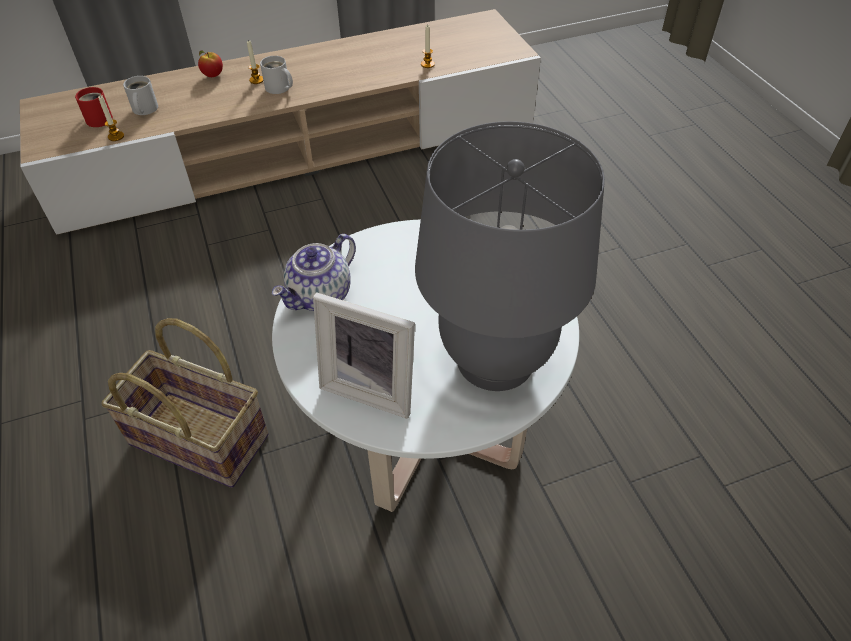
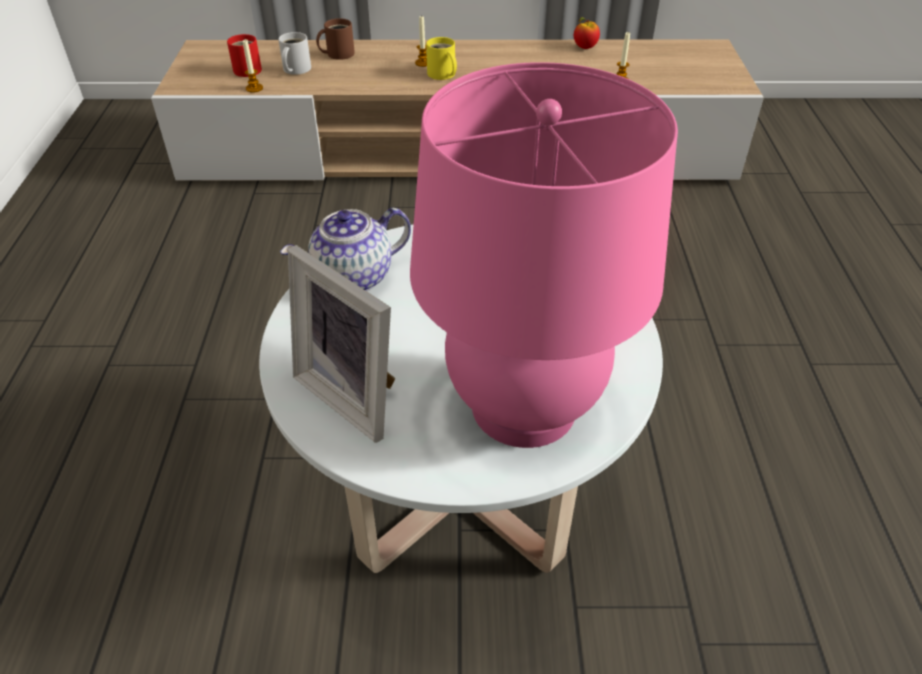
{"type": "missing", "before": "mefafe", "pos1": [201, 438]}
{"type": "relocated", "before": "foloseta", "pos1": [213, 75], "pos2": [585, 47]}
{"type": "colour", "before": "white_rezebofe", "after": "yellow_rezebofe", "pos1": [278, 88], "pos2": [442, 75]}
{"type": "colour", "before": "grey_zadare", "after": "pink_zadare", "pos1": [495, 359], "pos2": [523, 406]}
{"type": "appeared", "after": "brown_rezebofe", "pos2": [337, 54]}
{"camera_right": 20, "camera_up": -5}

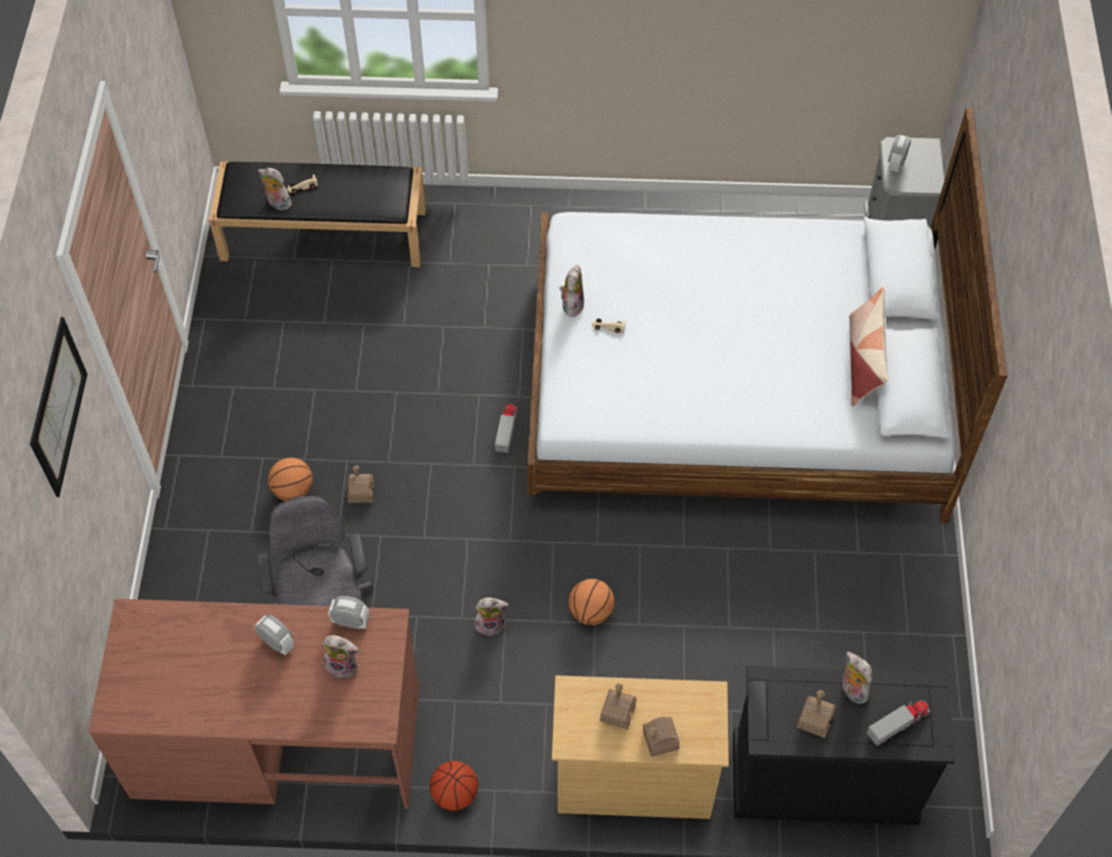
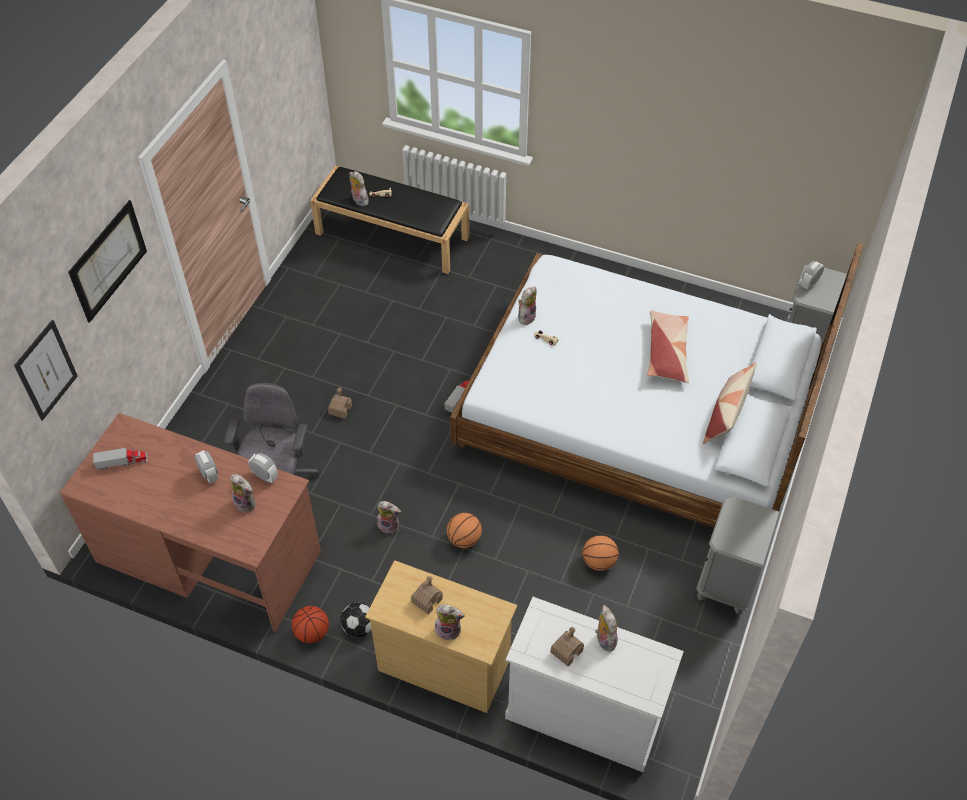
{"type": "relocated", "before": "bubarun", "pos1": [293, 490], "pos2": [598, 561]}
{"type": "exchanged", "before": "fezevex", "after": "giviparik", "pos1": [660, 740], "pos2": [449, 629]}
{"type": "colour", "before": "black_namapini", "after": "white_namapini", "pos1": [823, 778], "pos2": [584, 713]}
{"type": "relocated", "before": "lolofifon", "pos1": [898, 724], "pos2": [122, 462]}
{"type": "appeared", "after": "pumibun", "pos2": [46, 370]}
{"type": "appeared", "after": "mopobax", "pos2": [358, 627]}
{"type": "appeared", "after": "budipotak", "pos2": [667, 352]}
{"type": "appeared", "after": "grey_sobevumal", "pos2": [727, 582]}
{"camera_right": 20, "camera_up": -5}

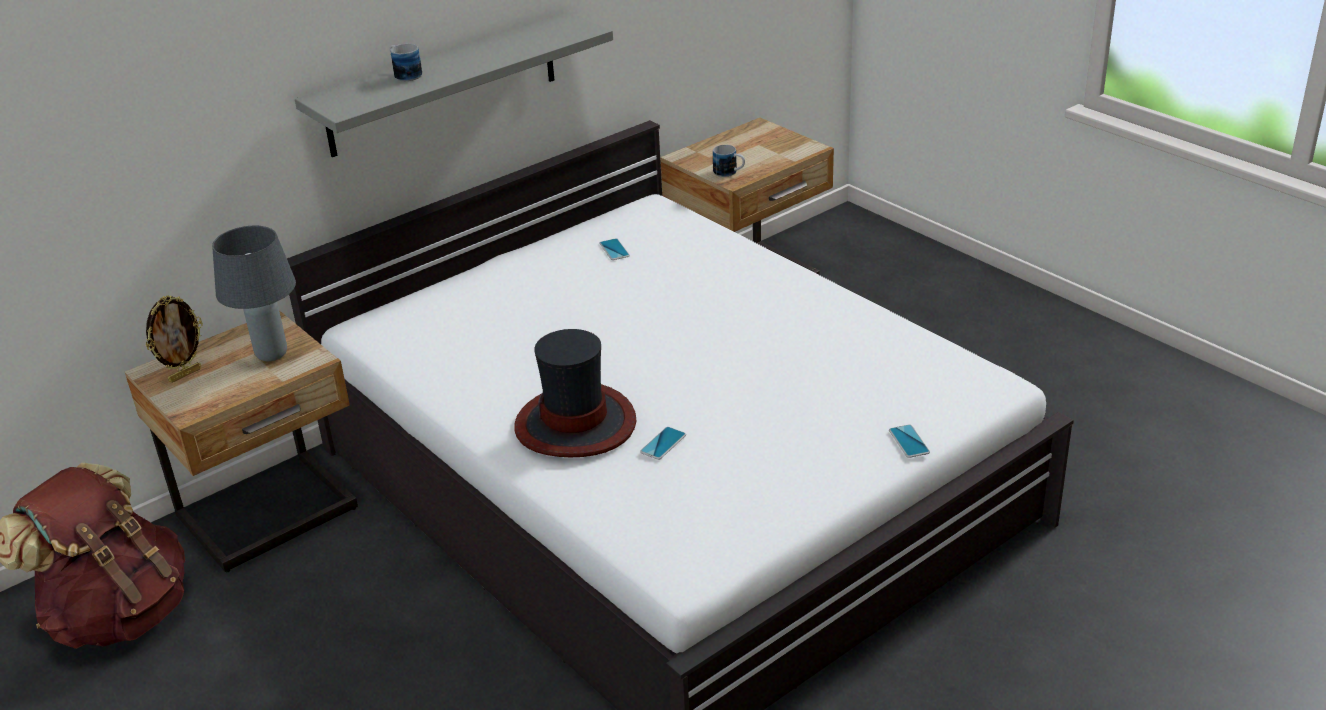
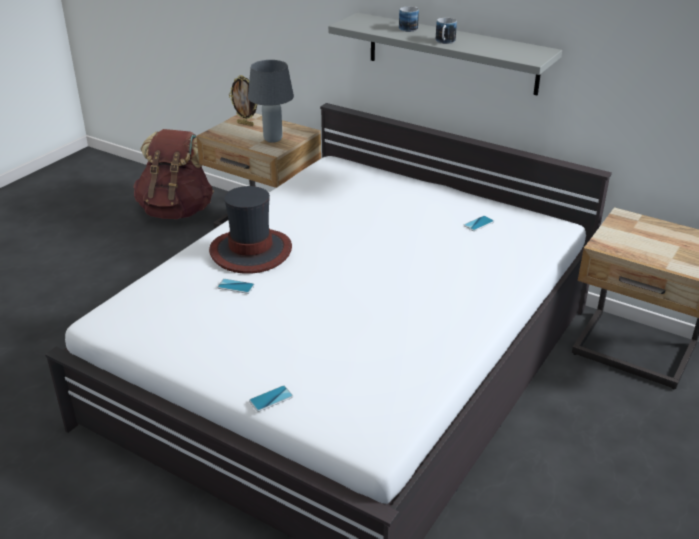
{"type": "relocated", "before": "rezebofe", "pos1": [729, 173], "pos2": [444, 42]}
{"camera_right": 70, "camera_up": 0}

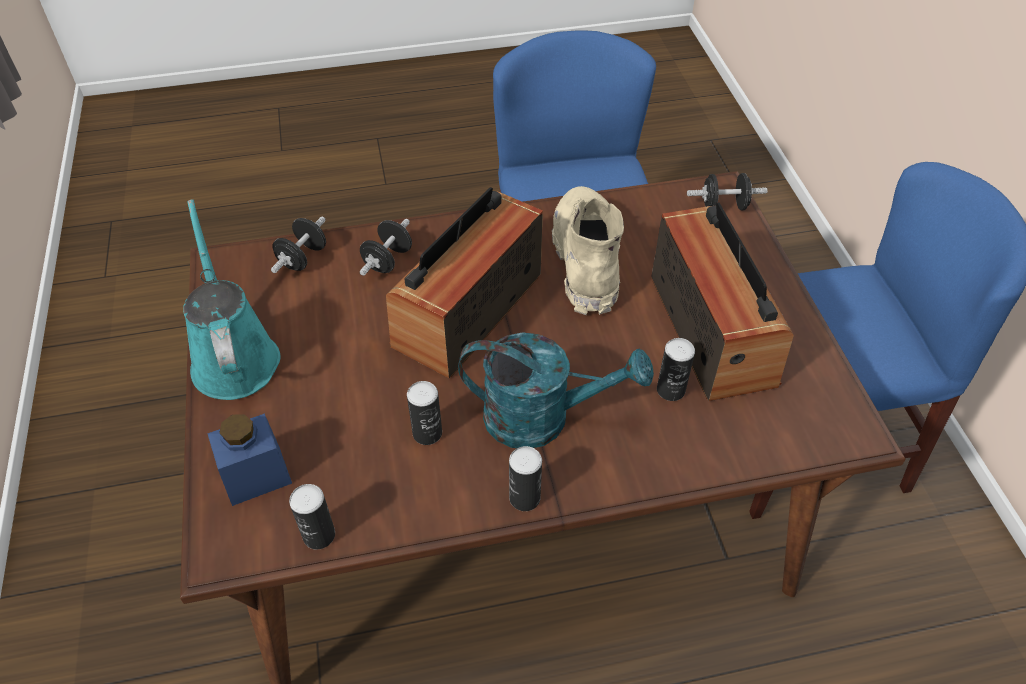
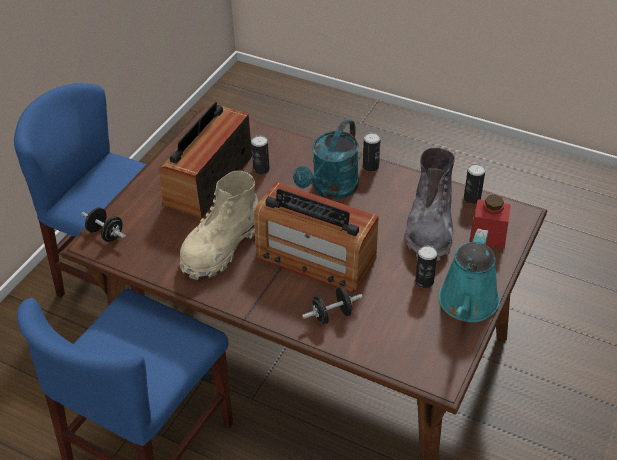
{"type": "colour", "before": "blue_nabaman", "after": "red_nabaman", "pos1": [256, 475], "pos2": [488, 236]}
{"type": "missing", "before": "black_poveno", "pos1": [303, 258]}
{"type": "spun", "before": "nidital", "pos1": [467, 310], "pos2": [315, 257], "turn": 45}
{"type": "relocated", "before": "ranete", "pos1": [427, 433], "pos2": [424, 281]}
{"type": "spun", "before": "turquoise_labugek", "pos1": [542, 417], "pos2": [331, 189], "turn": -105}
{"type": "appeared", "after": "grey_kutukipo", "pos2": [430, 226]}
{"camera_right": -140, "camera_up": -5}

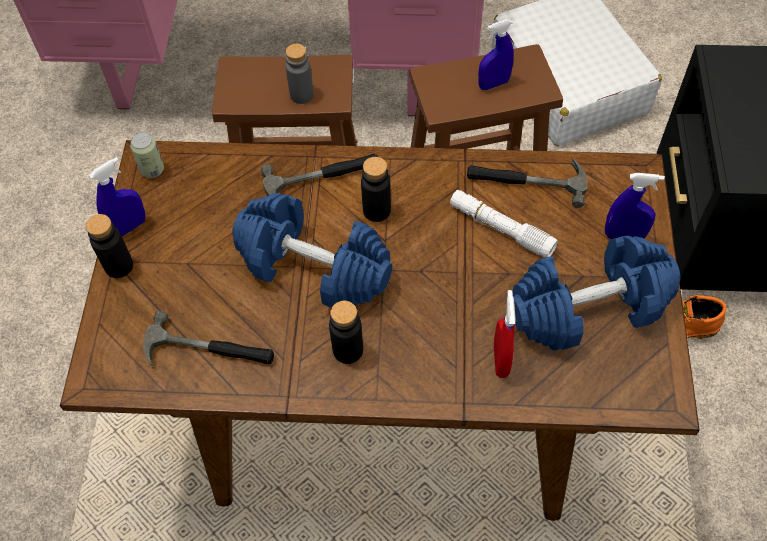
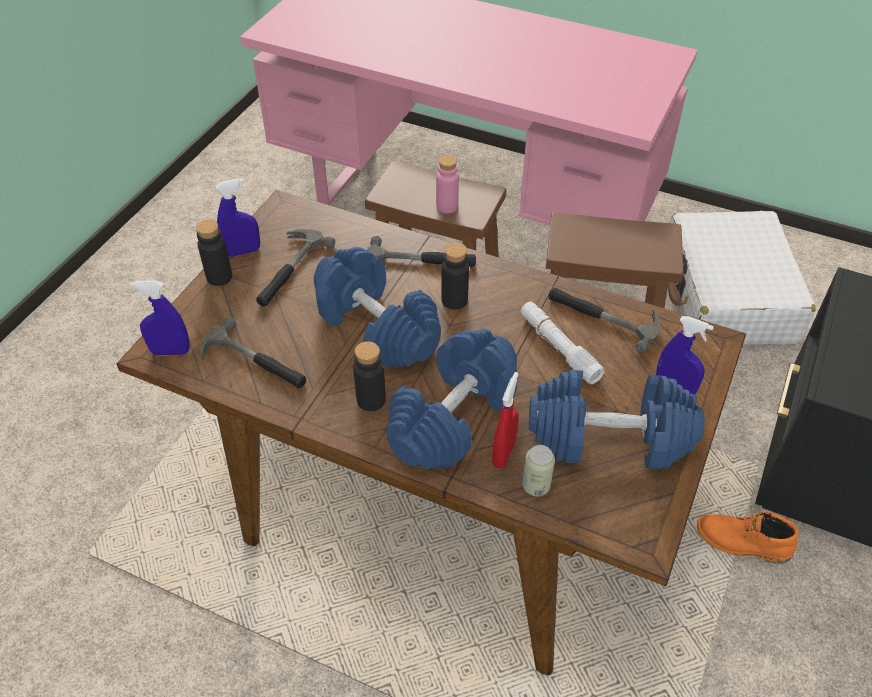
{"type": "relocated", "before": "ranete", "pos1": [152, 170], "pos2": [536, 486]}
{"type": "colour", "before": "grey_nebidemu", "after": "pink_nebidemu", "pos1": [301, 95], "pos2": [447, 206]}
{"type": "relocated", "before": "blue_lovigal", "pos1": [493, 84], "pos2": [170, 351]}
{"type": "appeared", "after": "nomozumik", "pos2": [288, 270]}
{"type": "appeared", "after": "blue_poveno", "pos2": [453, 416]}
{"camera_right": 20, "camera_up": -10}

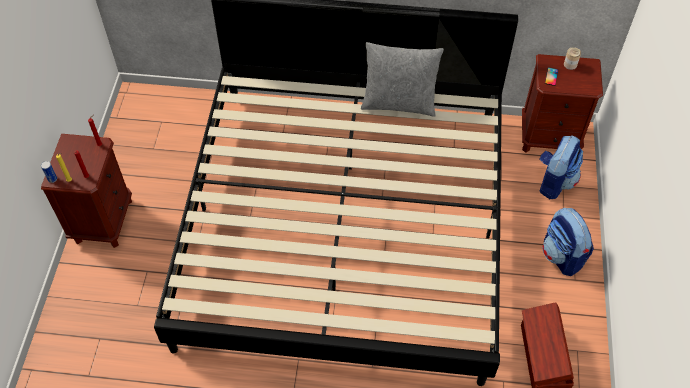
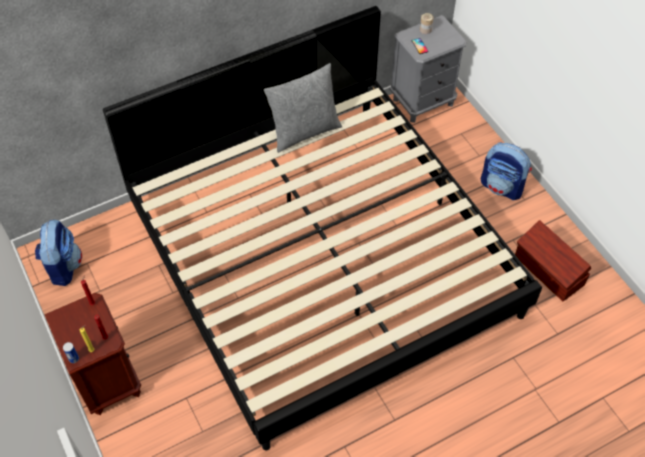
{"type": "colour", "before": "brown_sobevumal", "after": "grey_sobevumal", "pos1": [549, 138], "pos2": [423, 101]}
{"type": "relocated", "before": "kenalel", "pos1": [554, 181], "pos2": [63, 266]}
{"camera_right": -35, "camera_up": 0}

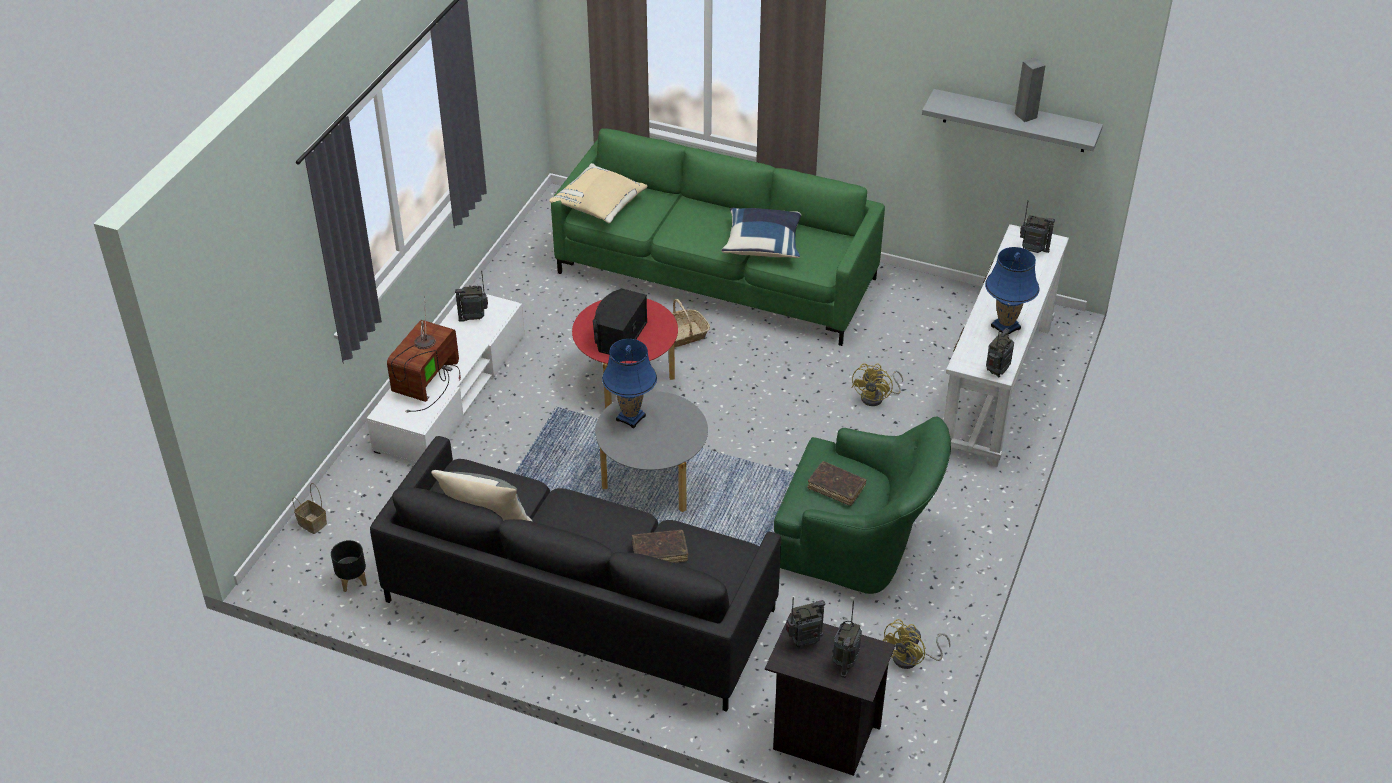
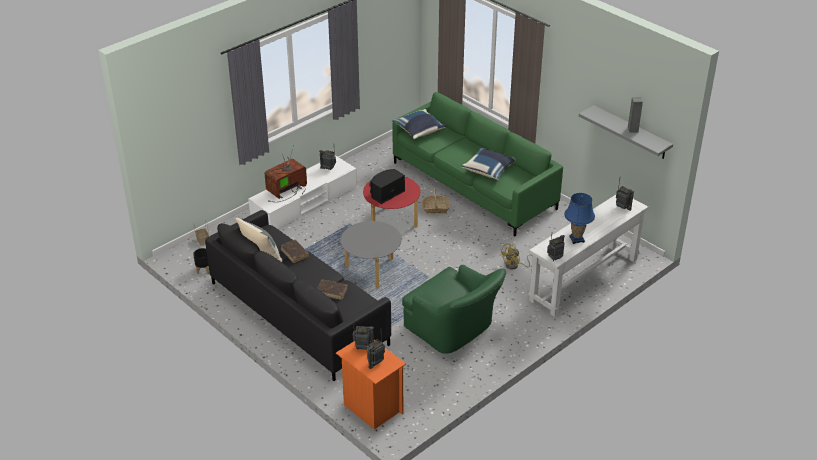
{"type": "colour", "before": "beige_budipotak", "after": "blue_budipotak", "pos1": [600, 206], "pos2": [419, 131]}
{"type": "missing", "before": "blue_zadare", "pos1": [630, 418]}
{"type": "colour", "before": "black_sobevumal", "after": "orange_sobevumal", "pos1": [822, 737], "pos2": [371, 408]}
{"type": "relocated", "before": "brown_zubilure", "pos1": [836, 487], "pos2": [294, 253]}
{"type": "missing", "before": "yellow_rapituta", "pos1": [912, 659]}
{"camera_right": 25, "camera_up": -5}

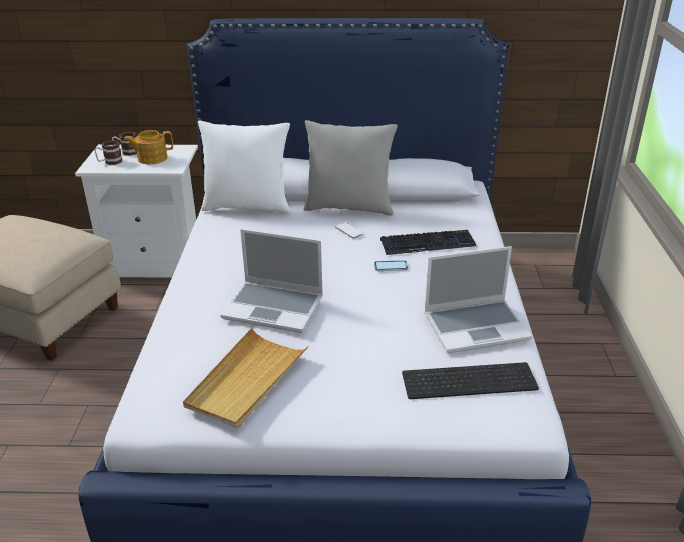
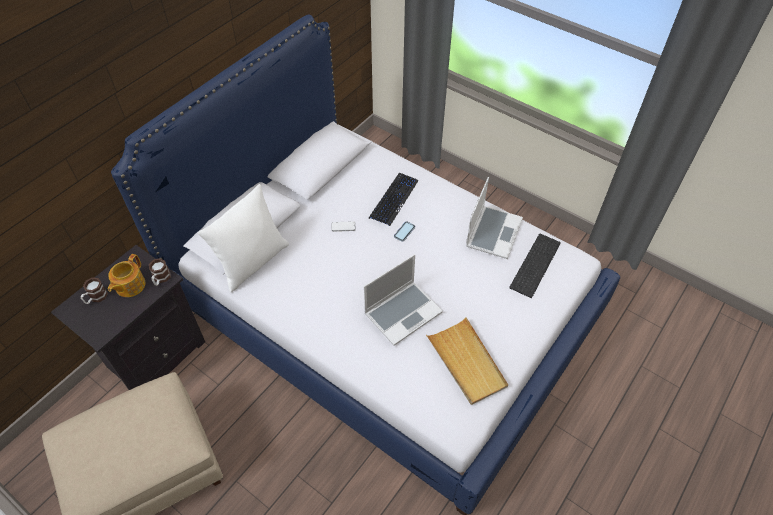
{"type": "colour", "before": "white_sobevumal", "after": "black_sobevumal", "pos1": [158, 264], "pos2": [154, 355]}
{"type": "relocated", "before": "rezebofe", "pos1": [110, 162], "pos2": [161, 279]}
{"type": "missing", "before": "grey_budipotak", "pos1": [349, 207]}
{"camera_right": -55, "camera_up": 20}

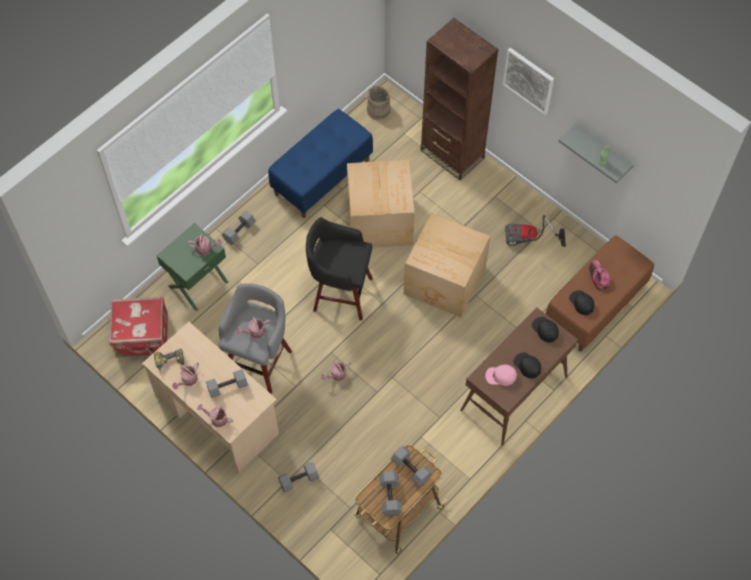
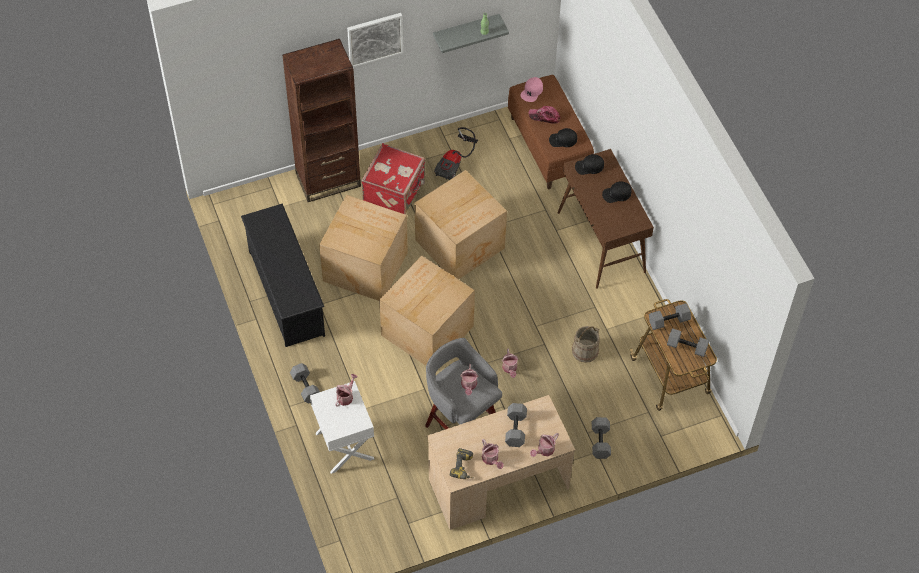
{"type": "relocated", "before": "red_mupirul", "pos1": [142, 337], "pos2": [395, 190]}
{"type": "colour", "before": "green_sobevumal", "after": "white_sobevumal", "pos1": [197, 283], "pos2": [344, 446]}
{"type": "exchanged", "before": "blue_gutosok", "after": "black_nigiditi", "pos1": [322, 176], "pos2": [286, 293]}
{"type": "exchanged", "before": "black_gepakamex", "after": "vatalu", "pos1": [340, 293], "pos2": [425, 330]}
{"type": "relocated", "before": "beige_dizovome", "pos1": [378, 110], "pos2": [585, 351]}
{"type": "relocated", "before": "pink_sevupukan", "pos1": [500, 376], "pos2": [532, 91]}
{"camera_right": -65, "camera_up": -5}

